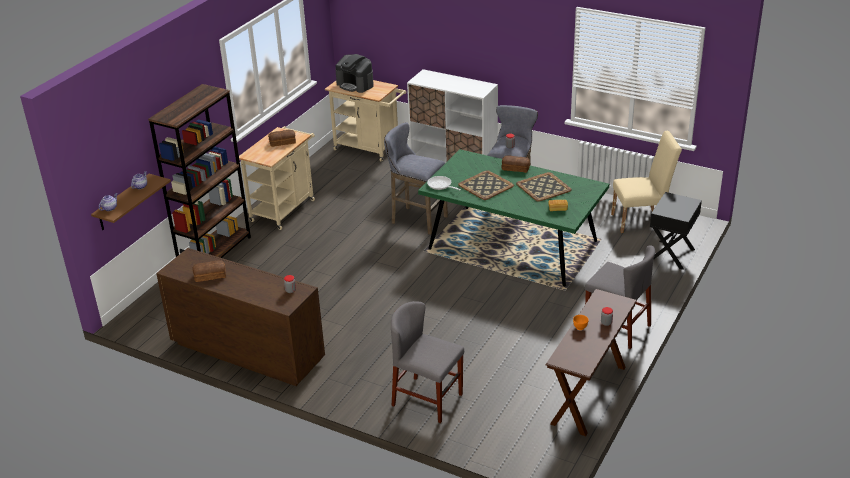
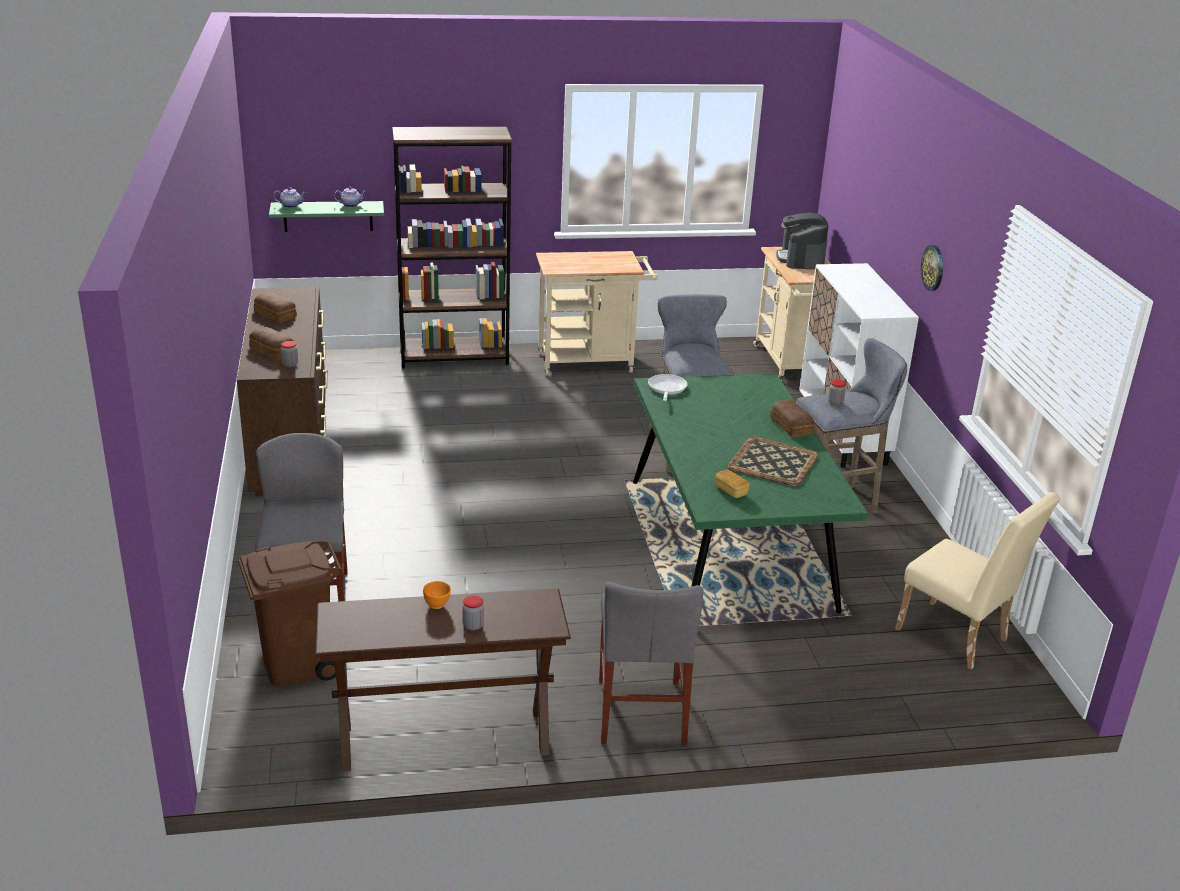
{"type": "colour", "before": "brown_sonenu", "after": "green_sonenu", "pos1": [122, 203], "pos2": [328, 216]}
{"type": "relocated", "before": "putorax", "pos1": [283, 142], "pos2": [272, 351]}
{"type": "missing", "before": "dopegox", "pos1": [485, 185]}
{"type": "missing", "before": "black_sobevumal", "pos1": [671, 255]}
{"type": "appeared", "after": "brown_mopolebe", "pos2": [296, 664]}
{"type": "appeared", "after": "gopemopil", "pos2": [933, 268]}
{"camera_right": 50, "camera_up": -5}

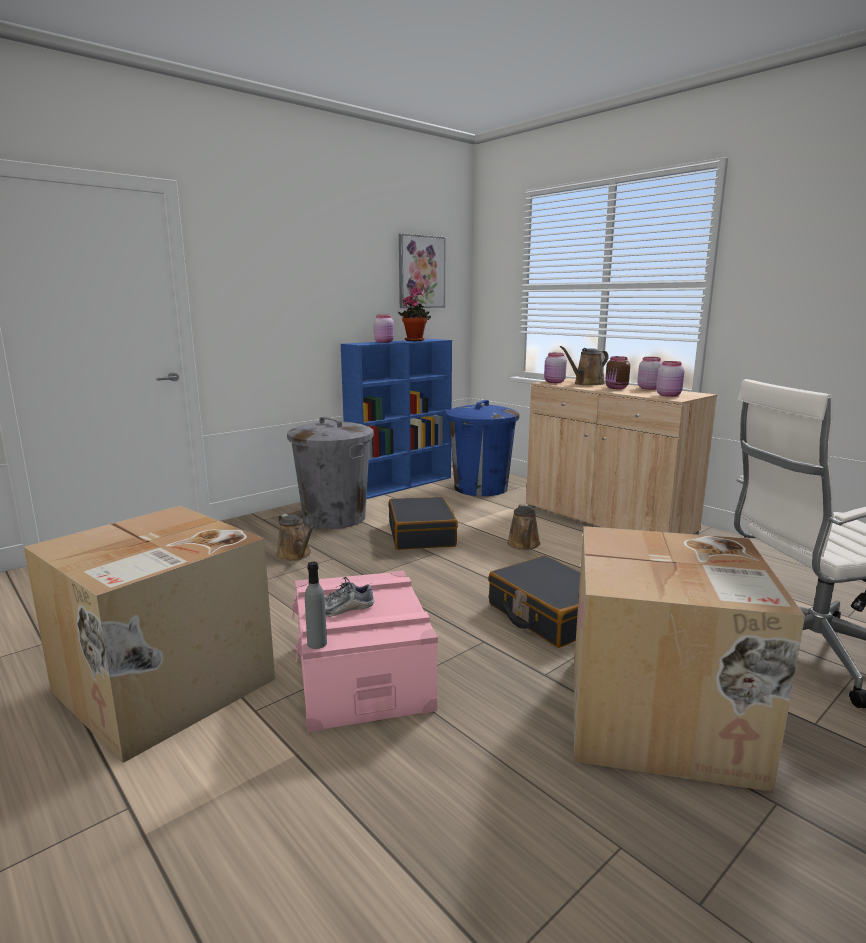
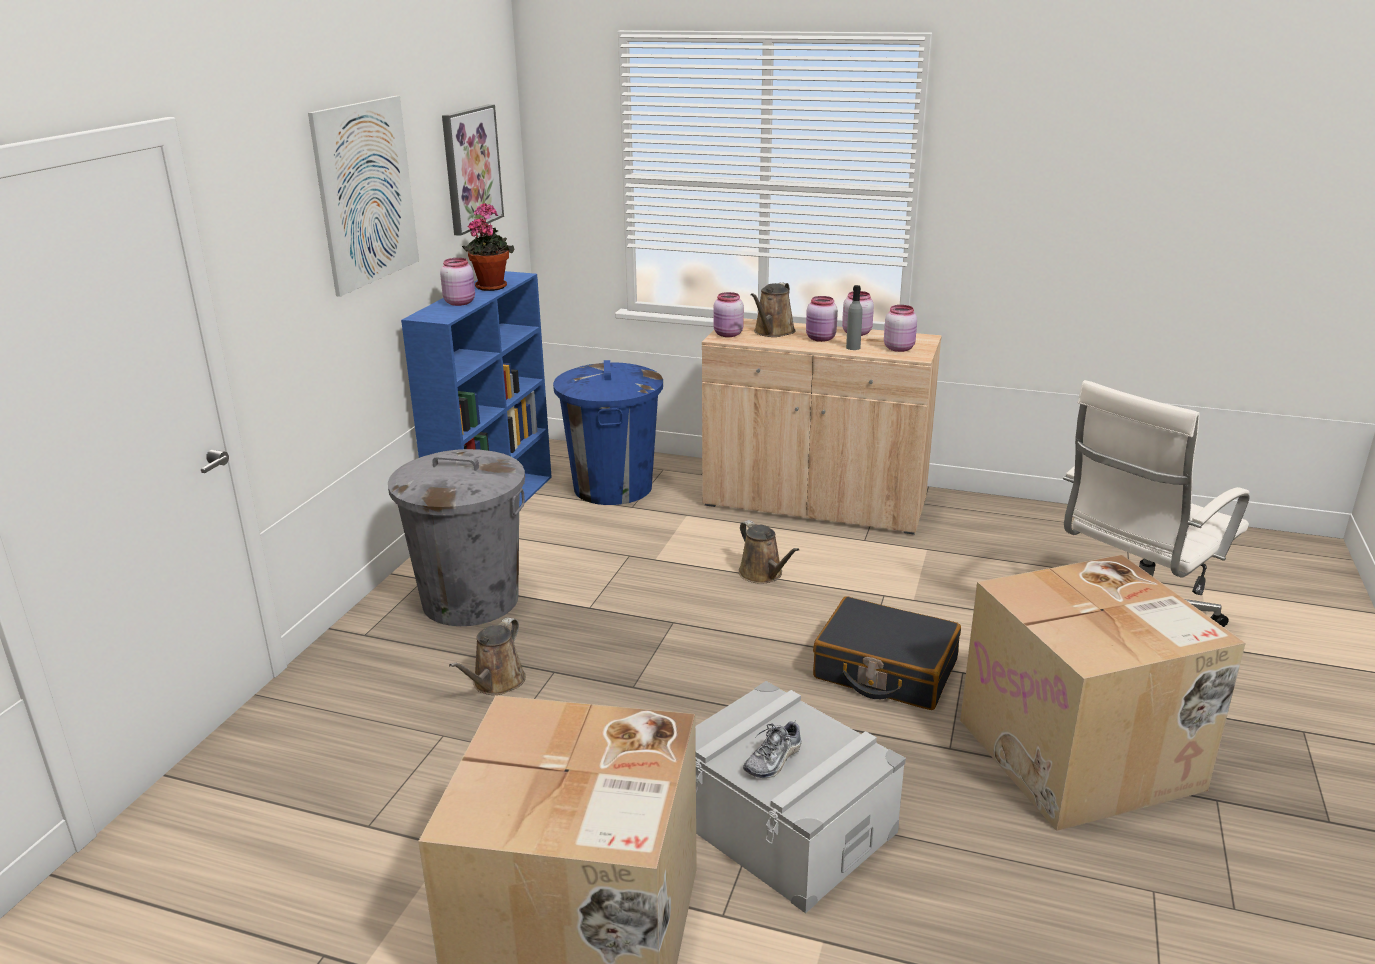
{"type": "spun", "before": "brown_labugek", "pos1": [295, 555], "pos2": [496, 683], "turn": 90}
{"type": "colour", "before": "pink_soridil", "after": "grey_soridil", "pos1": [362, 676], "pos2": [783, 824]}
{"type": "relocated", "before": "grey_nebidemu", "pos1": [317, 643], "pos2": [853, 347]}
{"type": "missing", "before": "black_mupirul", "pos1": [422, 535]}
{"type": "colour", "before": "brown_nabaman", "after": "pink_nabaman", "pos1": [616, 388], "pos2": [821, 339]}
{"type": "appeared", "after": "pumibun", "pos2": [366, 193]}
{"camera_right": -30, "camera_up": 10}

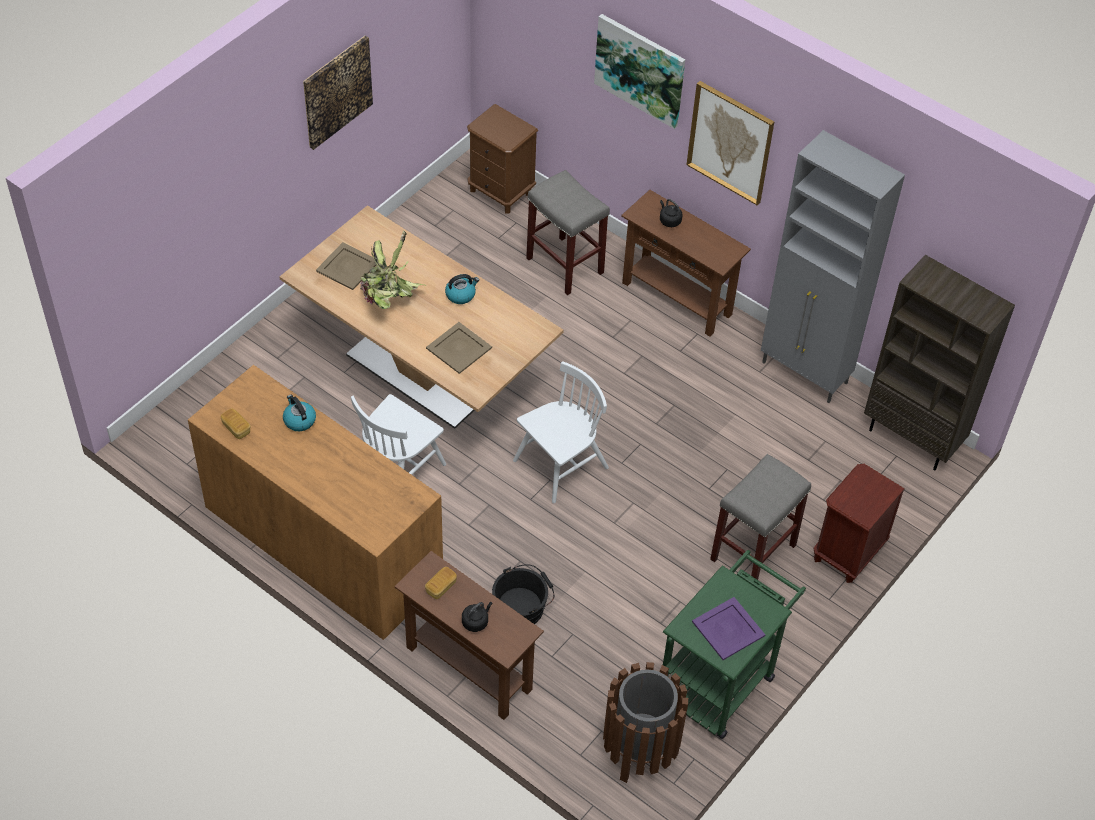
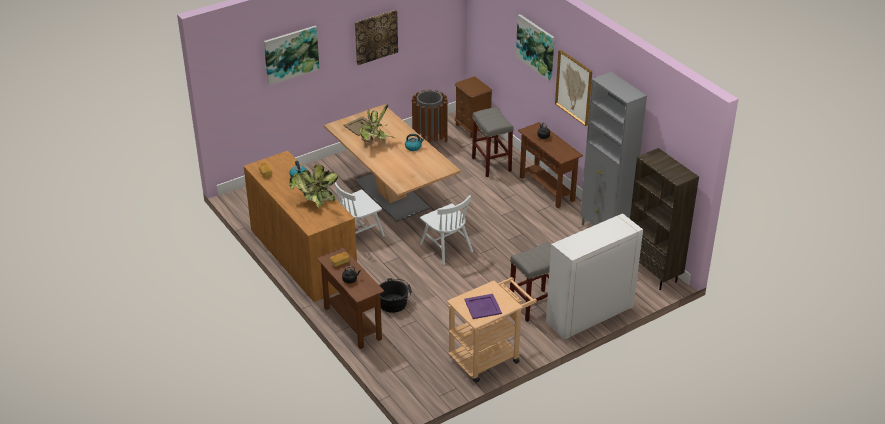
{"type": "missing", "before": "beige_dopegox", "pos1": [459, 348]}
{"type": "spun", "before": "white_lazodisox", "pos1": [560, 465], "pos2": [446, 247], "turn": 75}
{"type": "relocated", "before": "brown_mopolebe", "pos1": [640, 750], "pos2": [430, 141]}
{"type": "colour", "before": "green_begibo", "after": "beige_begibo", "pos1": [722, 678], "pos2": [489, 356]}
{"type": "exchanged", "before": "brown_sobevumal", "after": "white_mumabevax", "pos1": [847, 553], "pos2": [589, 316]}
{"type": "appeared", "after": "pumibun", "pos2": [291, 54]}
{"type": "appeared", "after": "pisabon", "pos2": [314, 200]}
{"camera_right": 20, "camera_up": -15}

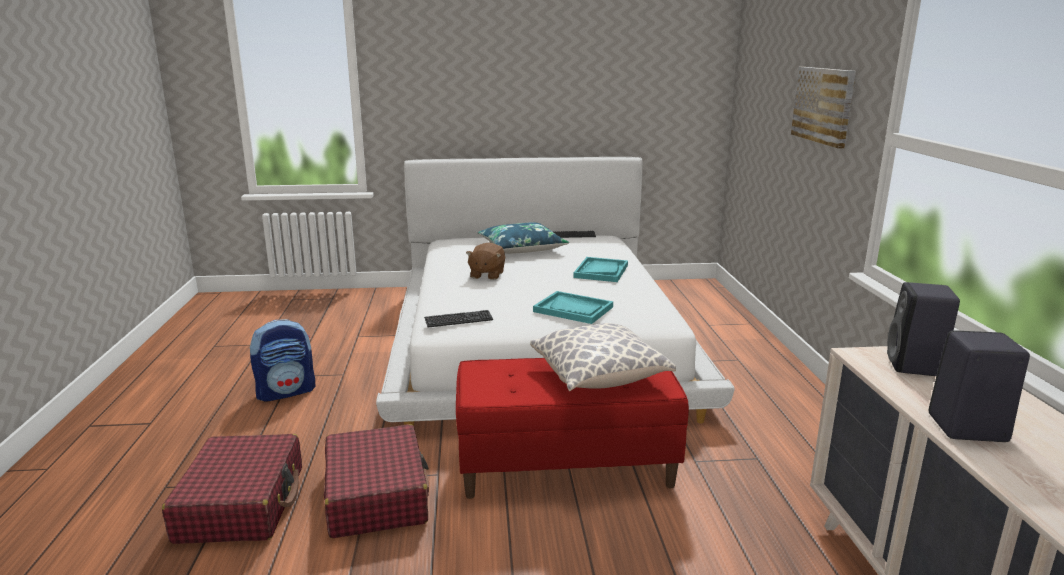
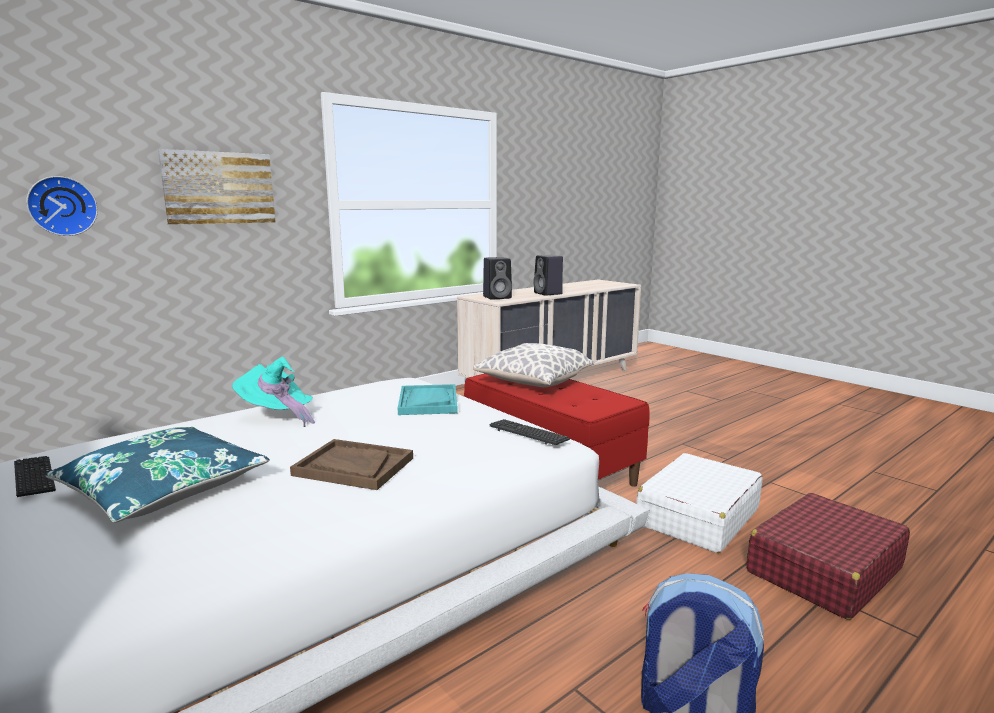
{"type": "colour", "before": "red_mupirul", "after": "white_mupirul", "pos1": [376, 495], "pos2": [697, 517]}
{"type": "exchanged", "before": "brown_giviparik", "after": "brown_dopegox", "pos1": [486, 275], "pos2": [353, 467]}
{"type": "exchanged", "before": "turquoise_dopegox", "after": "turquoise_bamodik", "pos1": [601, 271], "pos2": [277, 416]}
{"type": "appeared", "after": "gopemopil", "pos2": [62, 206]}
{"camera_right": -125, "camera_up": -5}

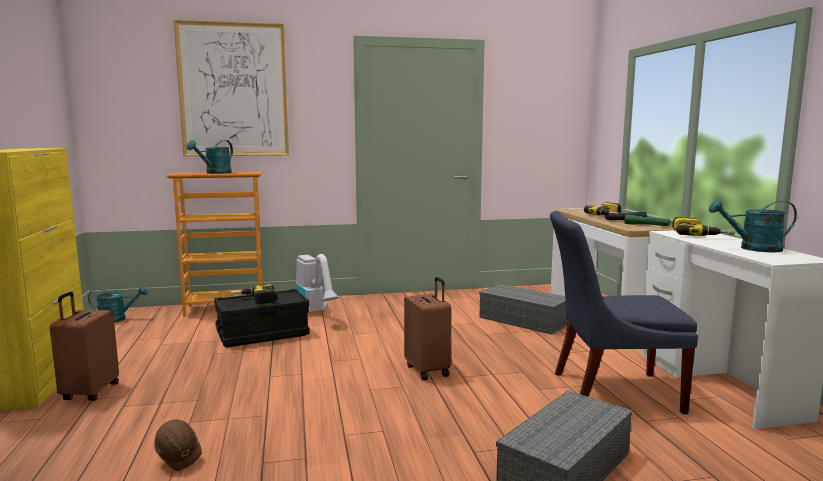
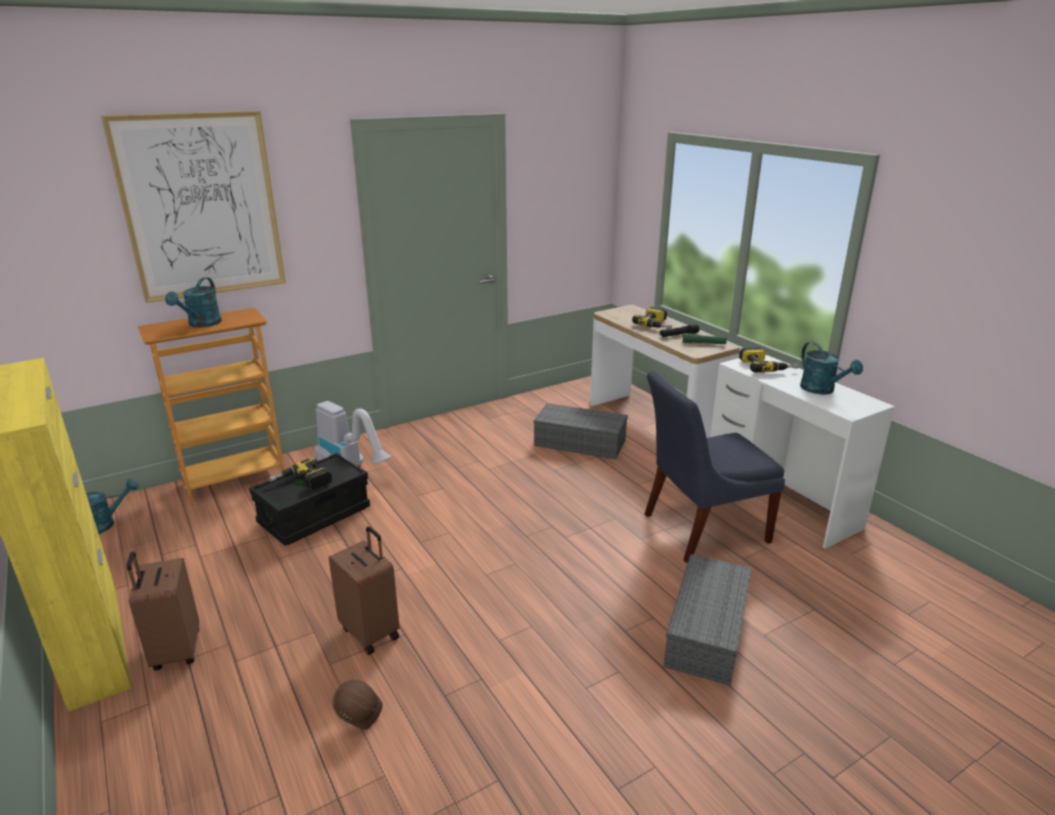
{"type": "relocated", "before": "brown_mupirul", "pos1": [428, 370], "pos2": [371, 632]}
{"type": "spun", "before": "turquoise_labugek", "pos1": [753, 248], "pos2": [822, 390], "turn": -105}
{"camera_right": -20, "camera_up": 15}

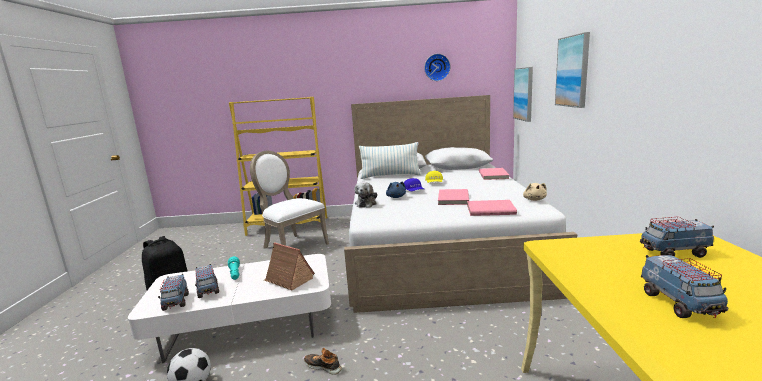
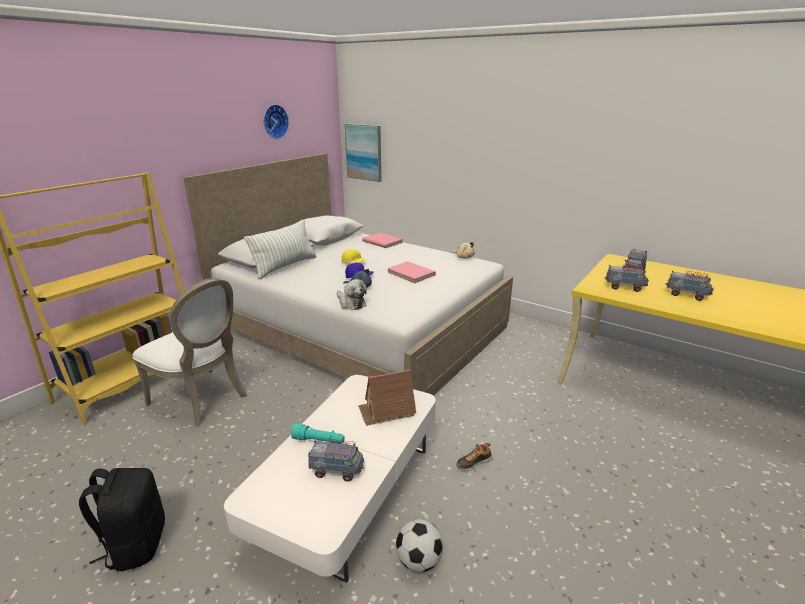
{"type": "relocated", "before": "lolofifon", "pos1": [176, 302], "pos2": [624, 287]}
{"type": "spun", "before": "white_lazodisox", "pos1": [292, 246], "pos2": [203, 399], "turn": -135}
{"type": "missing", "before": "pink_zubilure", "pos1": [490, 209]}
{"type": "missing", "before": "pumibun", "pos1": [573, 71]}
{"camera_right": -55, "camera_up": 10}

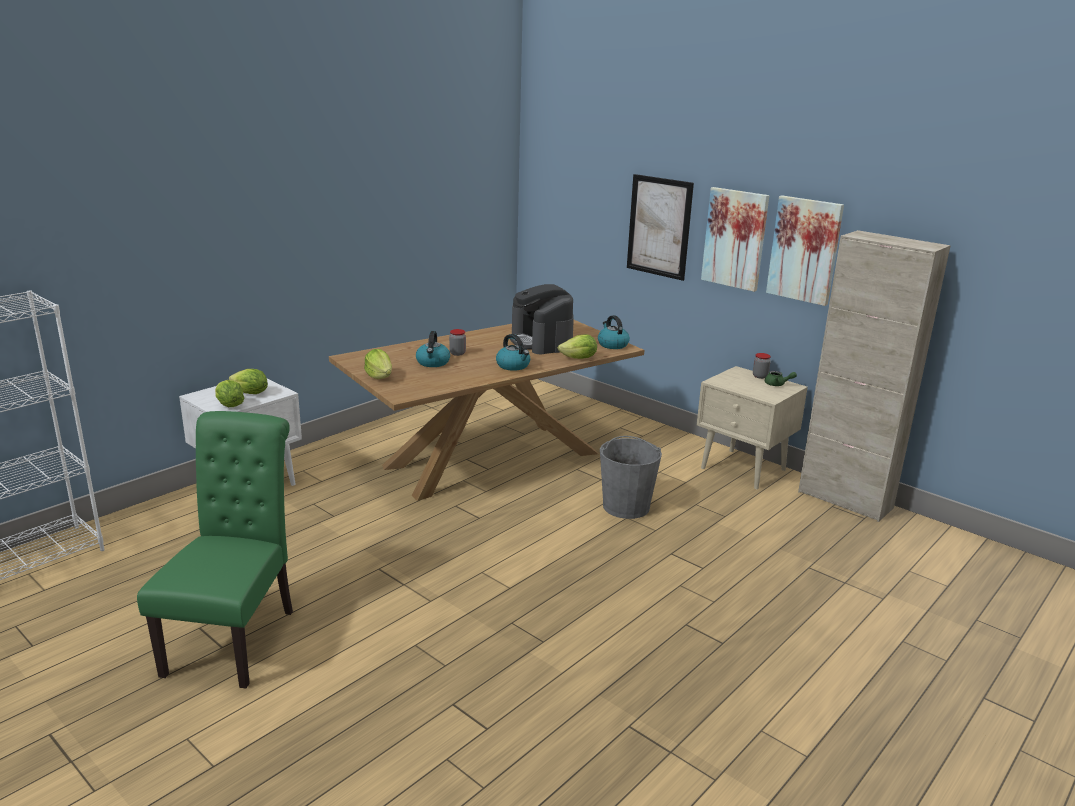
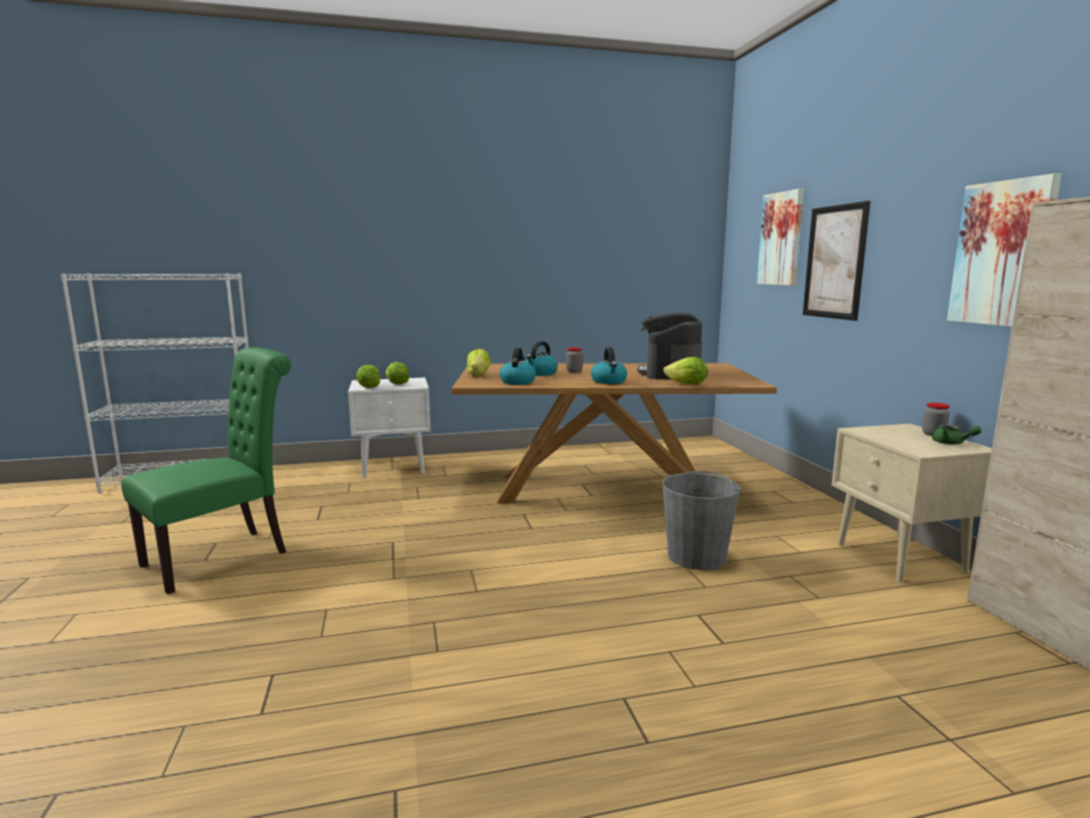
{"type": "relocated", "before": "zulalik", "pos1": [612, 345], "pos2": [517, 382]}
{"type": "relocated", "before": "pumibun", "pos1": [735, 238], "pos2": [781, 239]}
{"camera_right": 35, "camera_up": -10}

